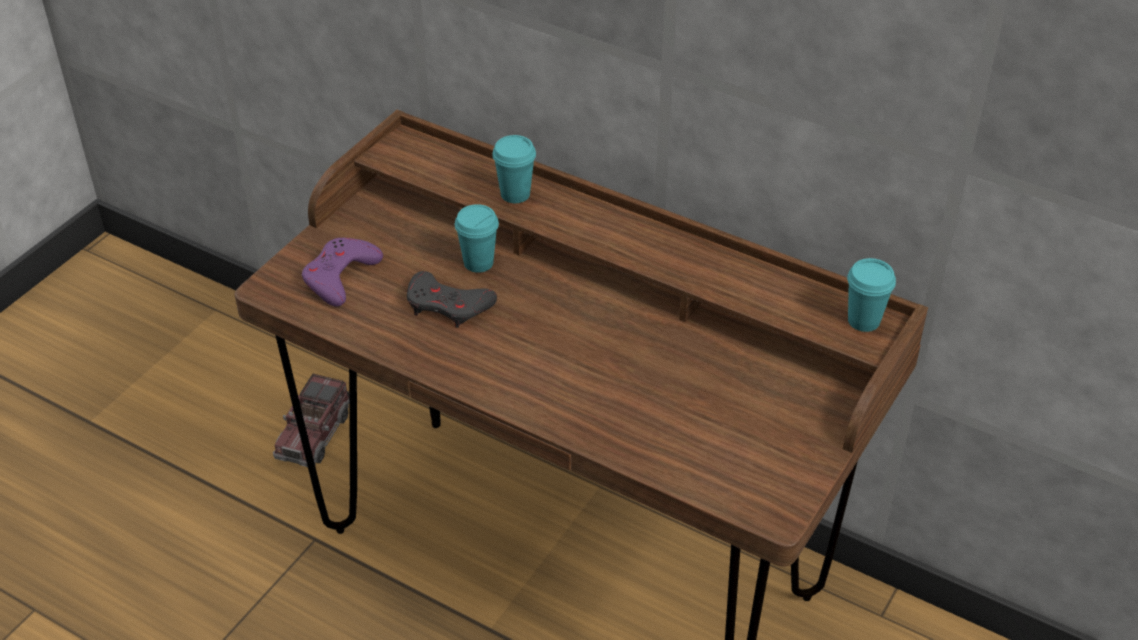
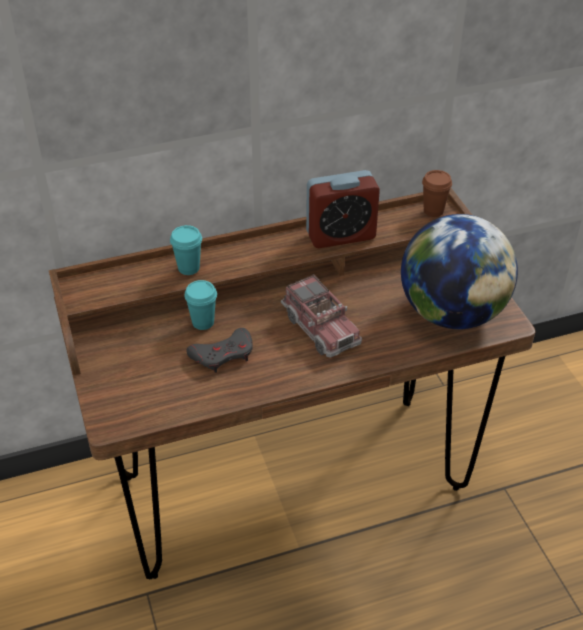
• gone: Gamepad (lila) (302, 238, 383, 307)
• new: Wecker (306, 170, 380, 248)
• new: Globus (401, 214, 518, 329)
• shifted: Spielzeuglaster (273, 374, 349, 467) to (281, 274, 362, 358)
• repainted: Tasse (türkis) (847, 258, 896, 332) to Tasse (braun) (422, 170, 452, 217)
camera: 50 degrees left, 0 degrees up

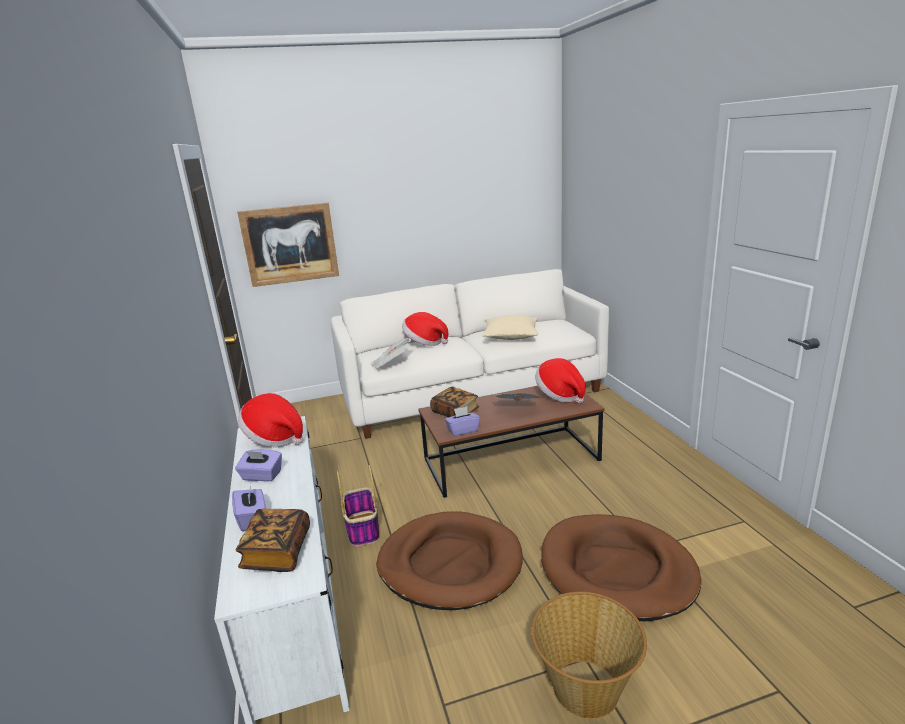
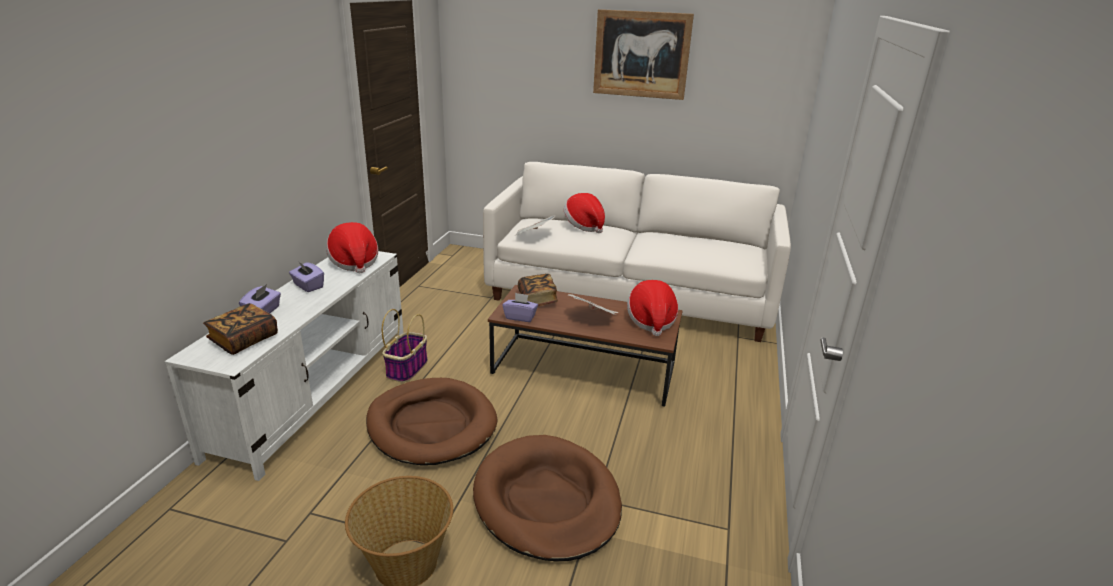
• gone: Kissen (beige) (482, 315, 538, 340)
• shifted: Bild (237, 203, 339, 287) to (593, 9, 694, 100)
camera: 30 degrees right, 5 degrees up

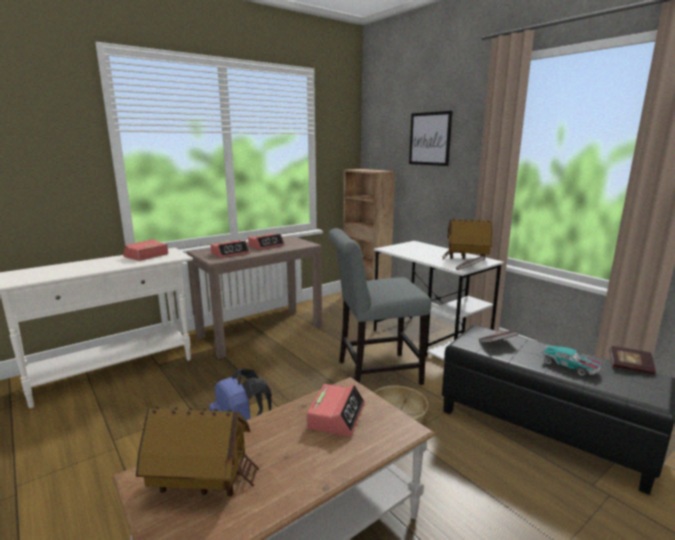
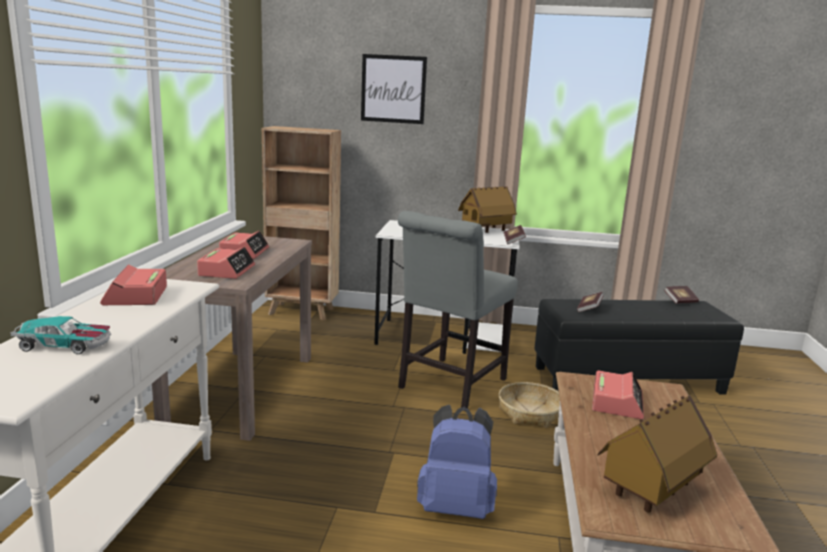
• shifted: Spielzeugauto (541, 345, 601, 376) to (10, 316, 111, 354)
• rotated: Wecker (307, 384, 365, 437) = (592, 370, 644, 419) 45 degrees clockwise
camera: 45 degrees left, 0 degrees up

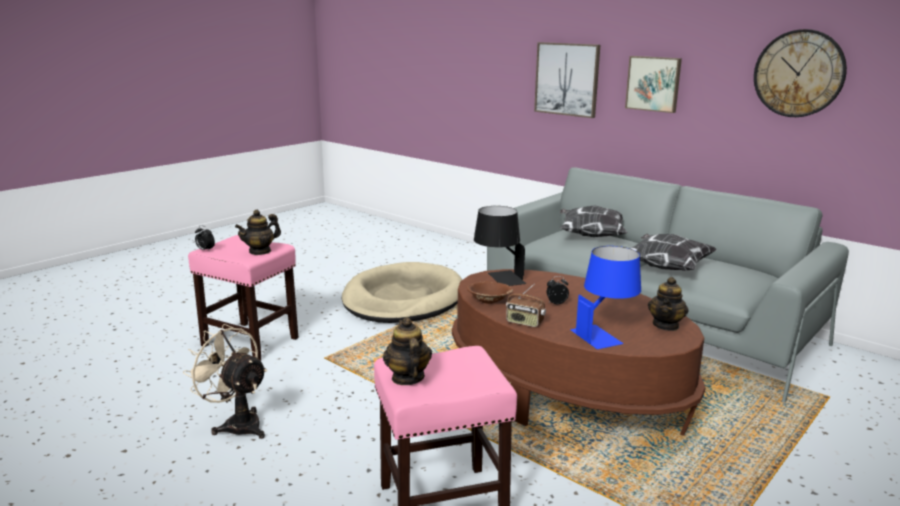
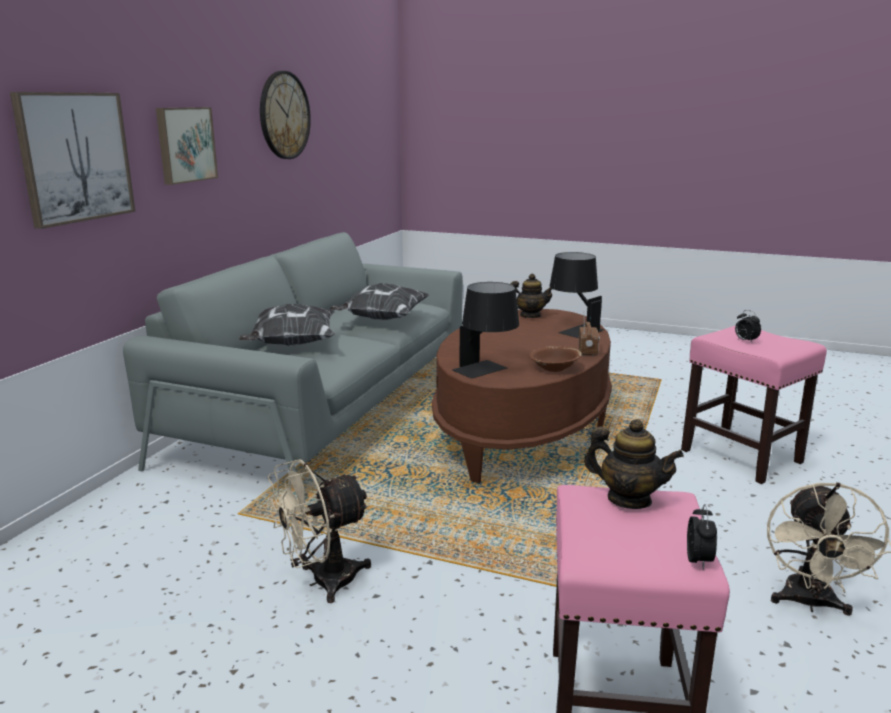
• gone: Teekanne (383, 317, 432, 385)
• shifted: Wecker (547, 276, 569, 304) to (735, 310, 761, 342)
• swapped: Hundebett (beige) (341, 262, 462, 323) to Ventilator (beige) (268, 459, 371, 603)
• repainted: Tischlampe (blau) (570, 246, 641, 349) to Tischlampe (schwarz) (550, 252, 604, 338)
camera: 110 degrees left, 0 degrees up

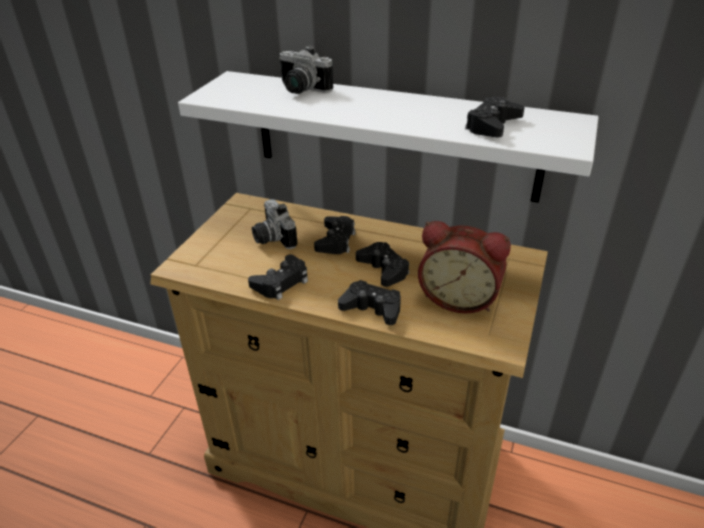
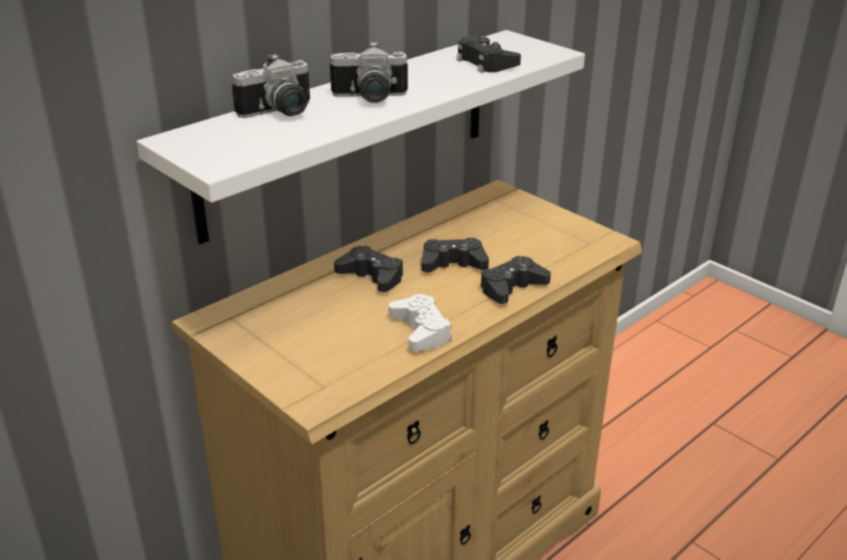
• gone: Wecker (418, 221, 511, 313)
• shifted: Kamera (252, 199, 297, 249) to (330, 41, 408, 103)
• repainted: Gamepad (schwarz) (248, 254, 308, 300) to Gamepad (weiß) (388, 294, 452, 351)
camera: 65 degrees left, 5 degrees down

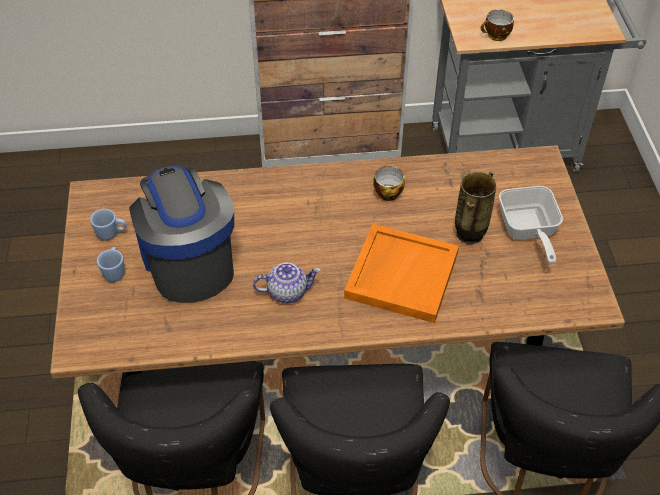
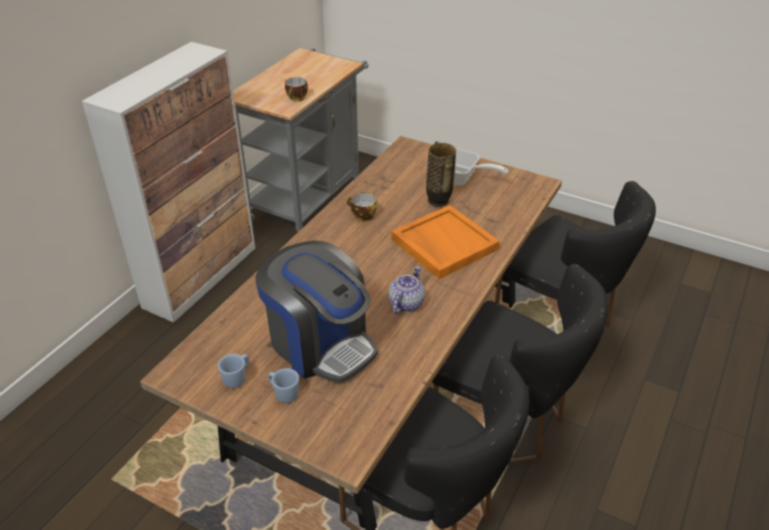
• rotated: Kaffeemaschine (129, 166, 234, 303) = (255, 240, 378, 383) 150 degrees counterclockwise
camera: 55 degrees left, 10 degrees down

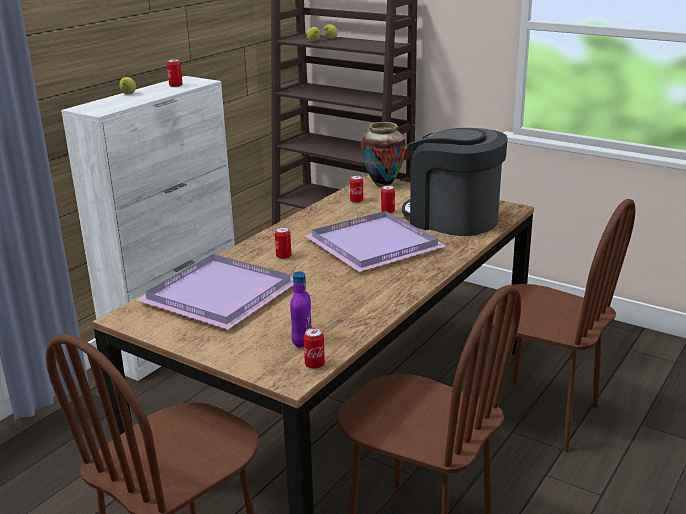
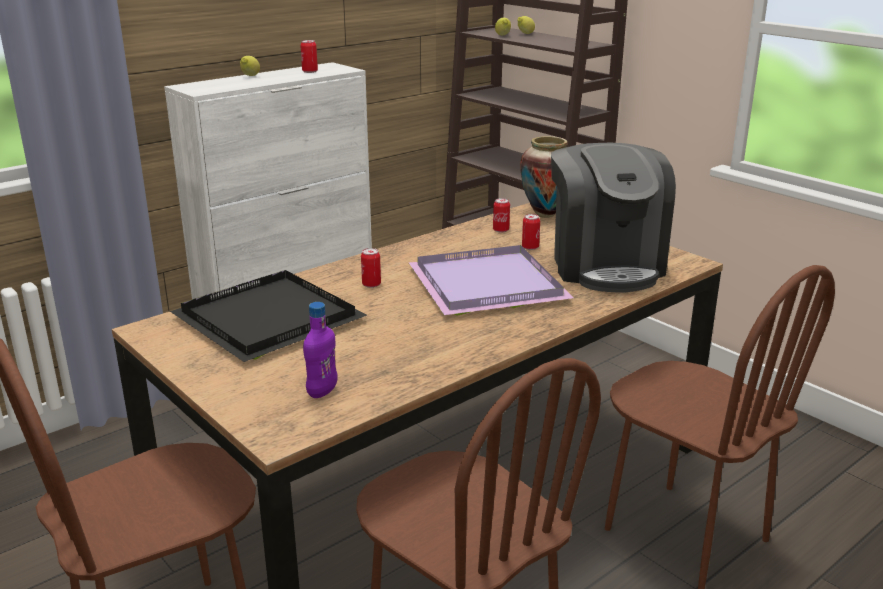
• gone: Dose (304, 328, 325, 369)
• repainted: Tablett (lila) (137, 254, 293, 329) to Tablett (schwarz) (170, 270, 367, 362)
• rotated: Kaffeemaschine (402, 128, 508, 236) = (551, 143, 676, 292) 150 degrees counterclockwise
camera: 15 degrees right, 0 degrees up

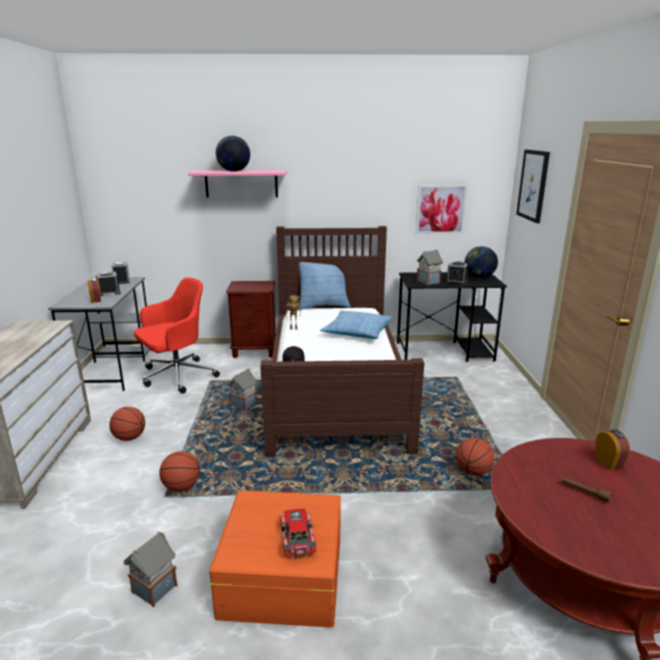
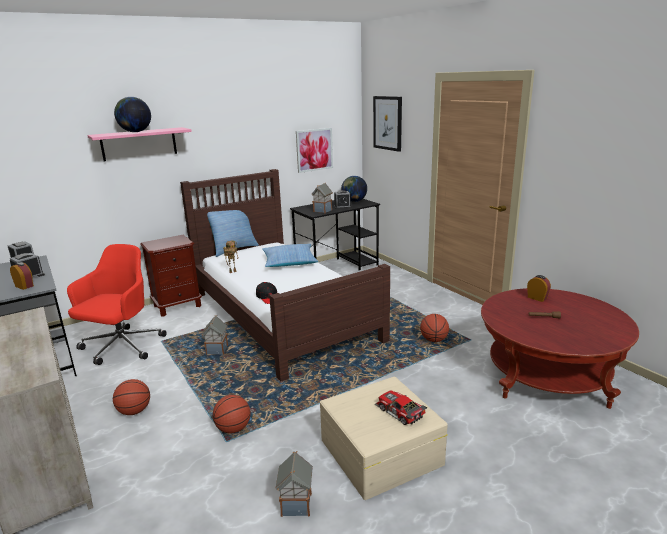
• repainted: Aufbewahrungsbox (orange) (209, 490, 341, 628) to Aufbewahrungsbox (beige) (320, 376, 448, 500)
camera: 30 degrees left, 0 degrees up

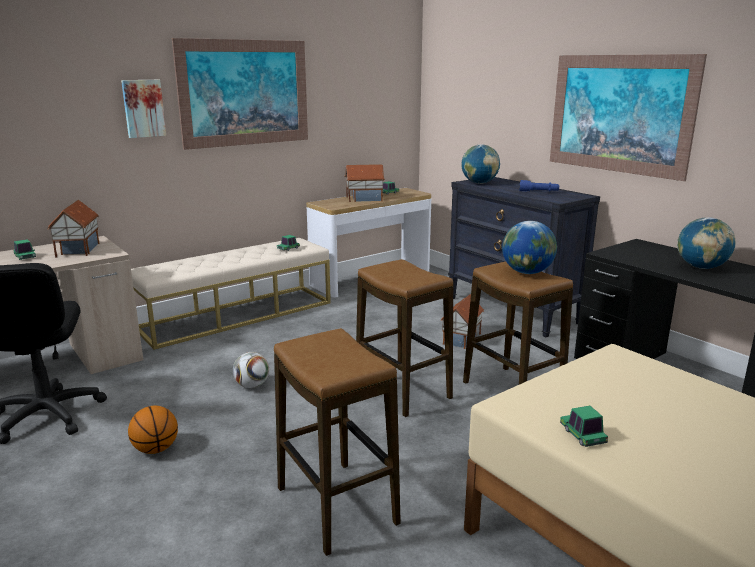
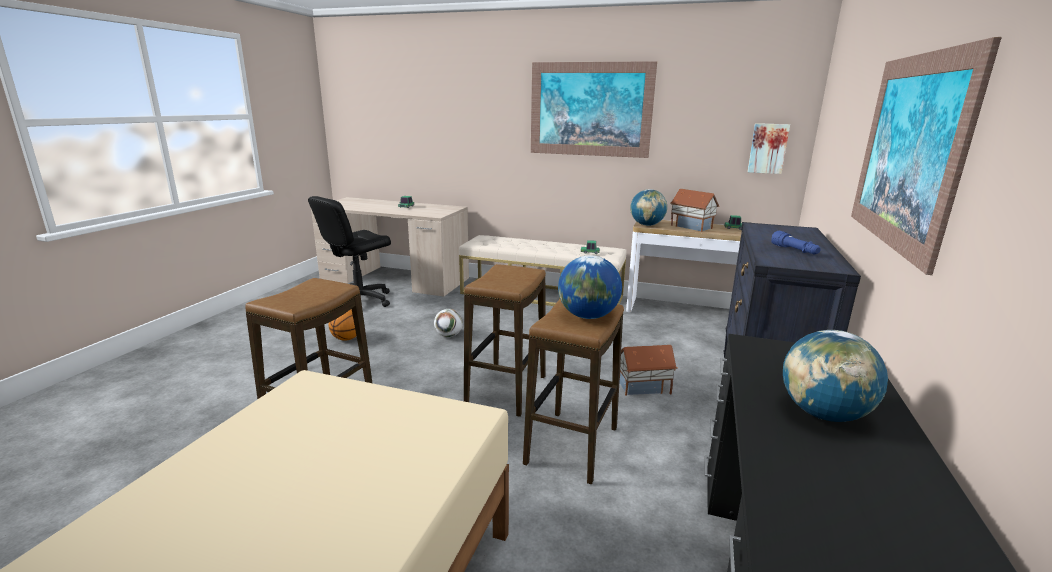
• gone: Spielzeughaus (47, 200, 100, 258)
• gone: Spielzeugauto (560, 406, 608, 447)
• shifted: Bild (121, 80, 166, 138) to (748, 123, 790, 174)
• shifted: Globus (461, 144, 500, 184) to (630, 189, 667, 226)
camera: 55 degrees right, 0 degrees up

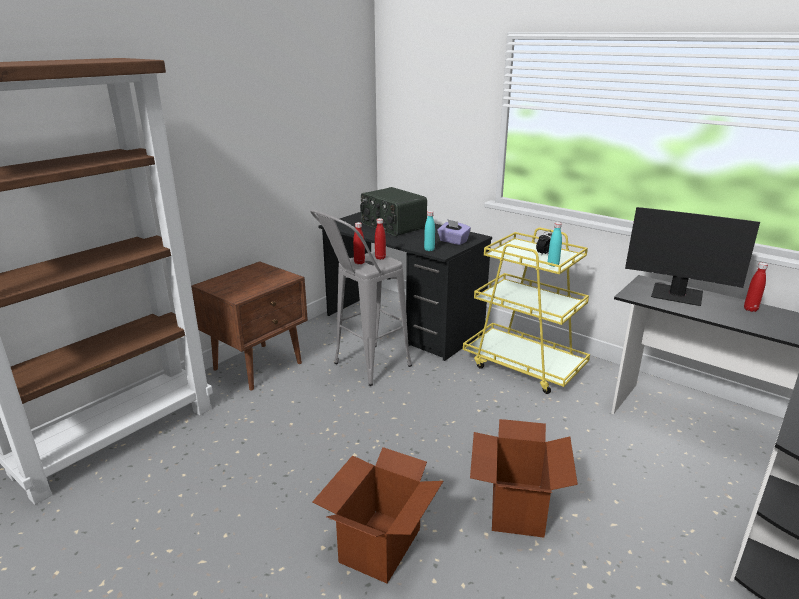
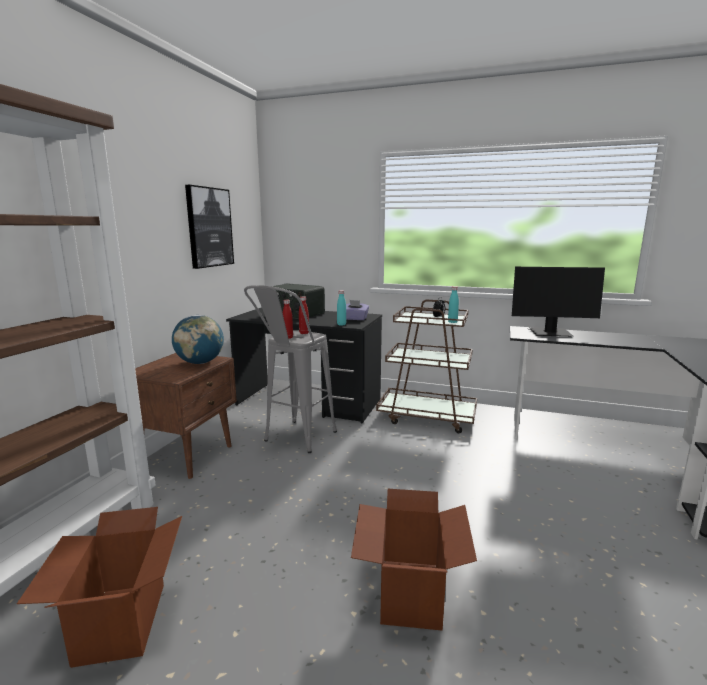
• gone: Flasche (rot) (744, 263, 768, 312)
• new: Globus (172, 315, 224, 364)
• new: Bild (185, 185, 234, 269)
• shifted: Karton (470, 419, 578, 538) to (17, 507, 182, 668)
• repainted: Rollwagen (gelb) (463, 228, 590, 394) to Rollwagen (braun) (376, 300, 477, 433)
camera: 20 degrees left, 10 degrees down

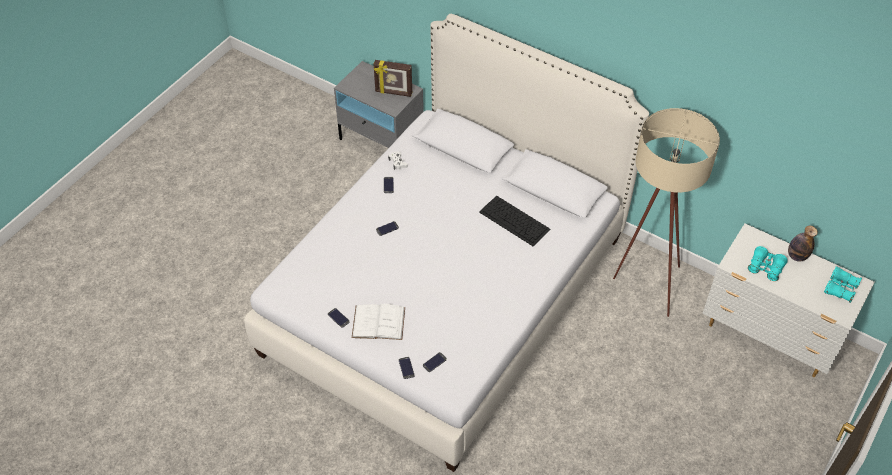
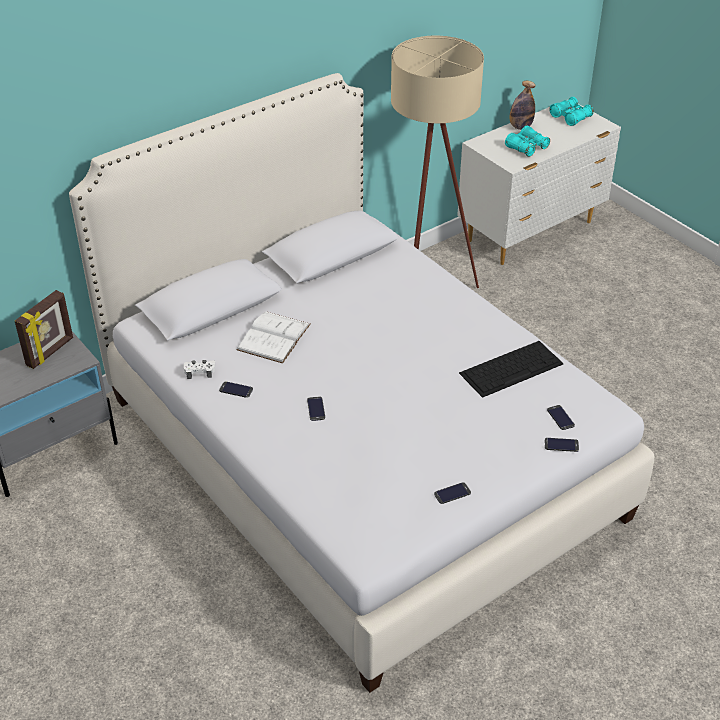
• shifted: Buch (weiß) (352, 304, 405, 340) to (237, 311, 311, 363)
• shifted: Tastatur (479, 196, 551, 246) to (459, 341, 564, 398)
camera: 70 degrees left, 10 degrees down

